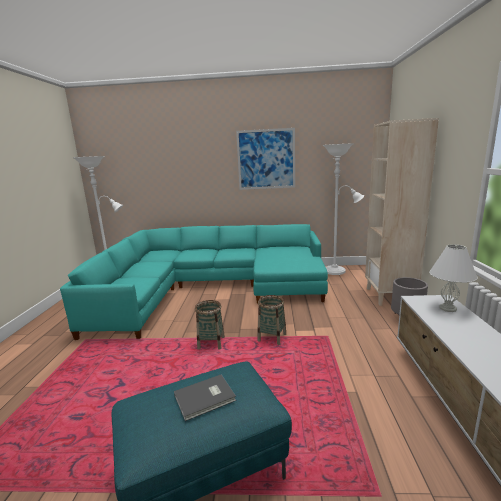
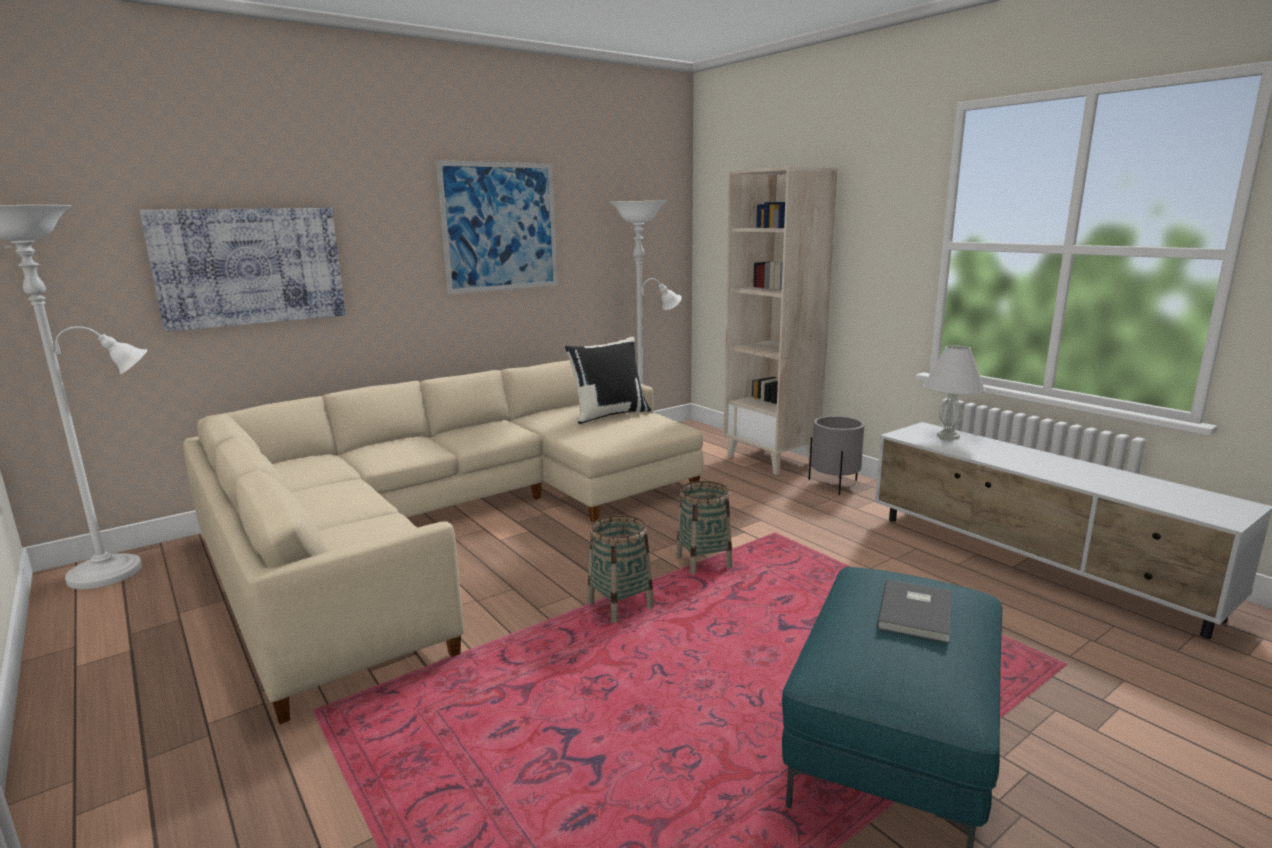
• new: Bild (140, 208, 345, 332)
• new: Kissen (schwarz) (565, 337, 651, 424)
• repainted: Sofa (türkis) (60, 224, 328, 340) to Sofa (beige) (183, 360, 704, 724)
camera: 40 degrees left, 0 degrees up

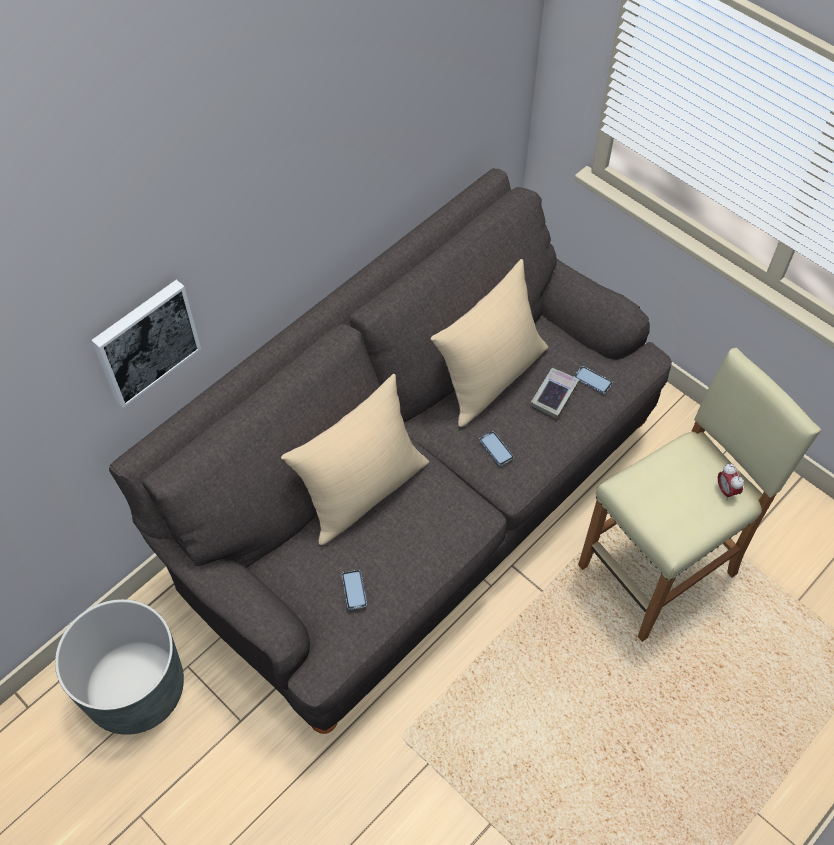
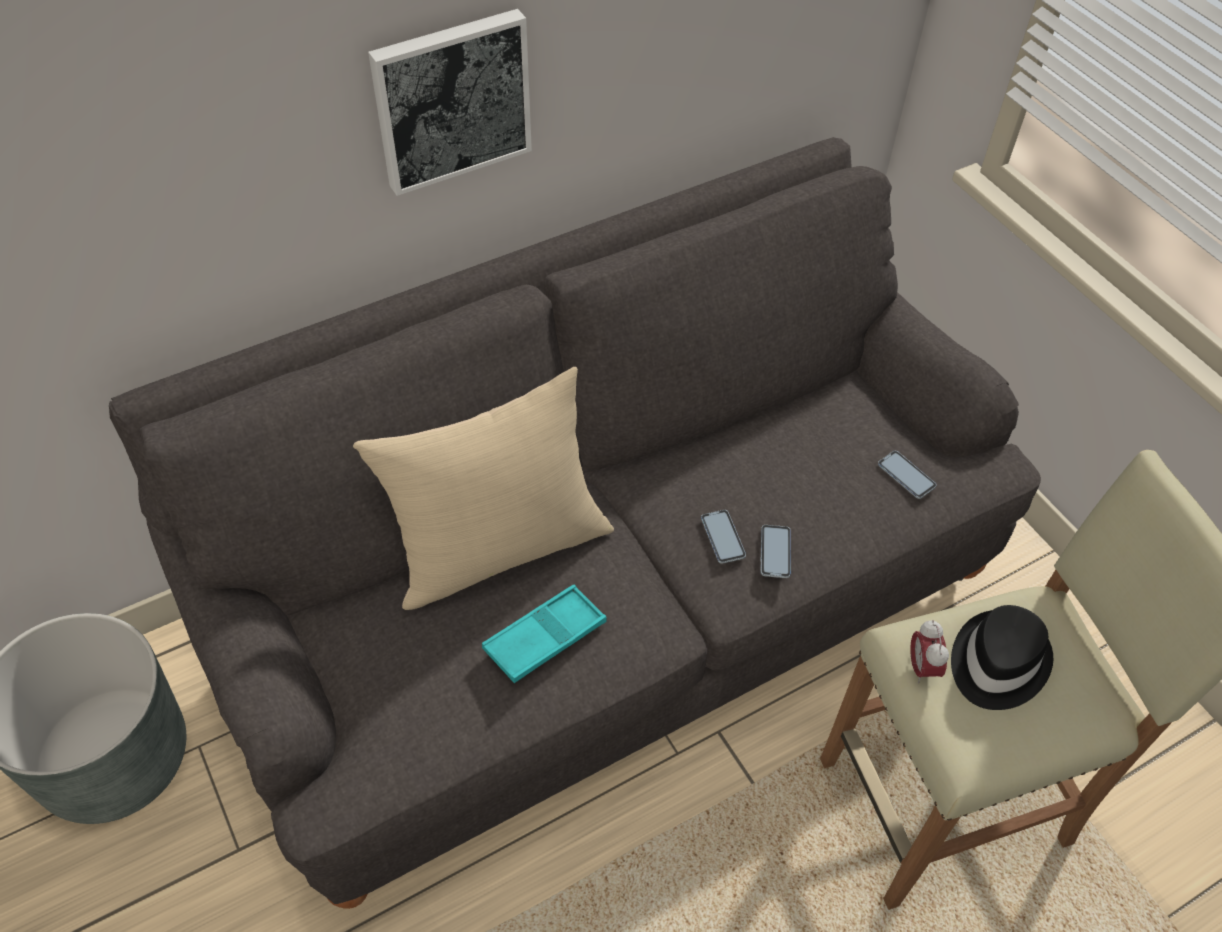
• gone: Kissen (beige) (431, 259, 548, 427)
• gone: Buch (530, 368, 579, 419)
• new: Tablett (türkis) (482, 585, 607, 683)
• new: Hut (schwarz) (951, 605, 1053, 710)
• shifted: Bild (91, 280, 201, 408) to (368, 9, 532, 196)
• shifted: Handy (342, 570, 367, 610) to (761, 525, 791, 578)
• shifted: Wecker (718, 464, 744, 500) to (910, 620, 949, 683)
camera: 15 degrees right, 5 degrees down

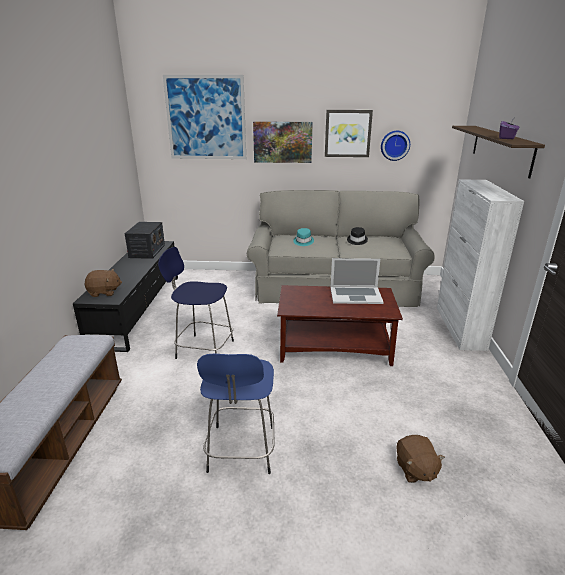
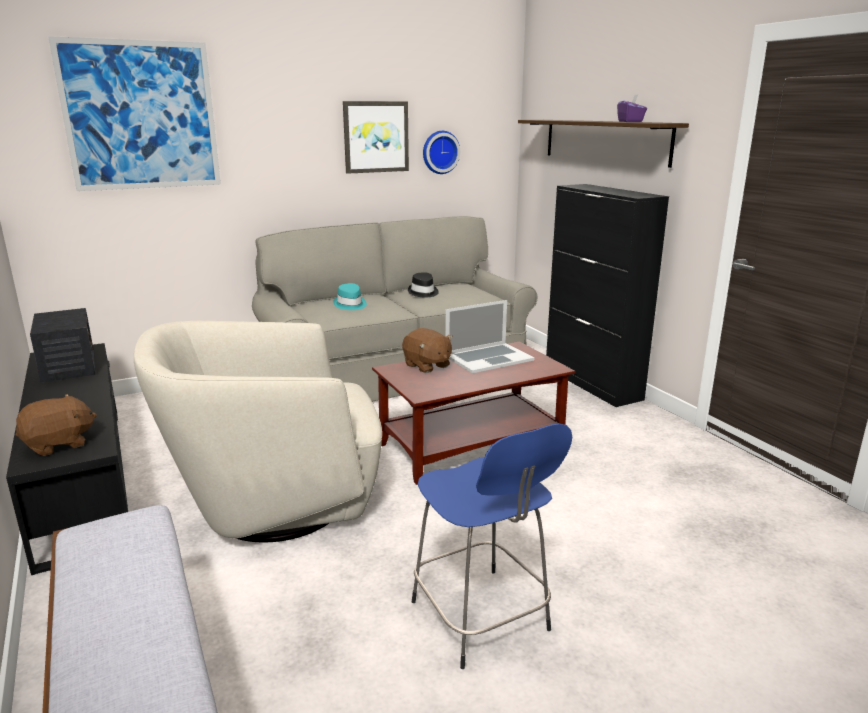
• gone: Bild (253, 122, 313, 163)
• shifted: Plüschtier (braun) (396, 435, 445, 483) to (402, 328, 453, 373)
• swapped: Hocker (blau) (158, 247, 234, 359) to Sessel (beige) (134, 321, 382, 542)
• repainted: Schrank (weiß) (437, 179, 524, 351) to Schrank (schwarz) (546, 184, 669, 407)
camera: 30 degrees left, 5 degrees down

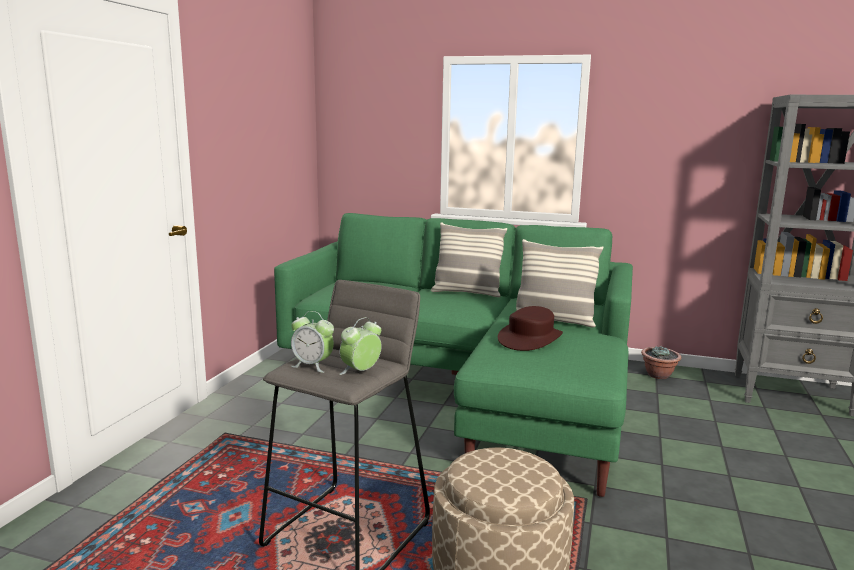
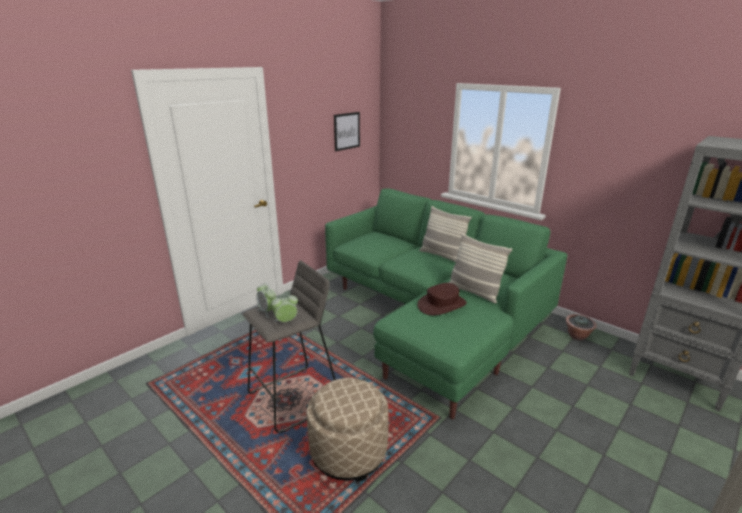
• new: Bild (334, 112, 360, 151)
camera: 25 degrees right, 10 degrees up

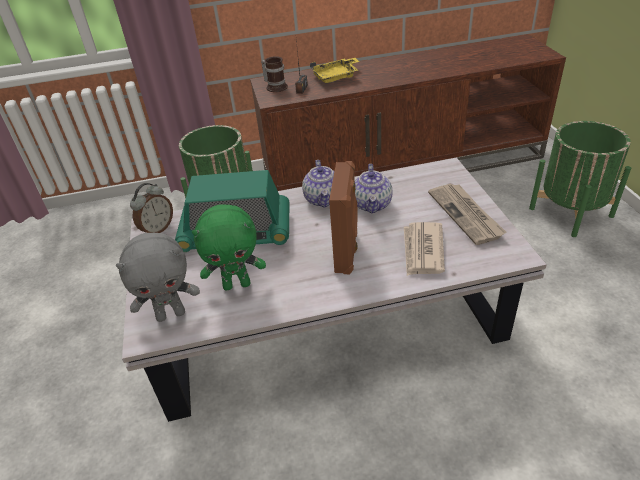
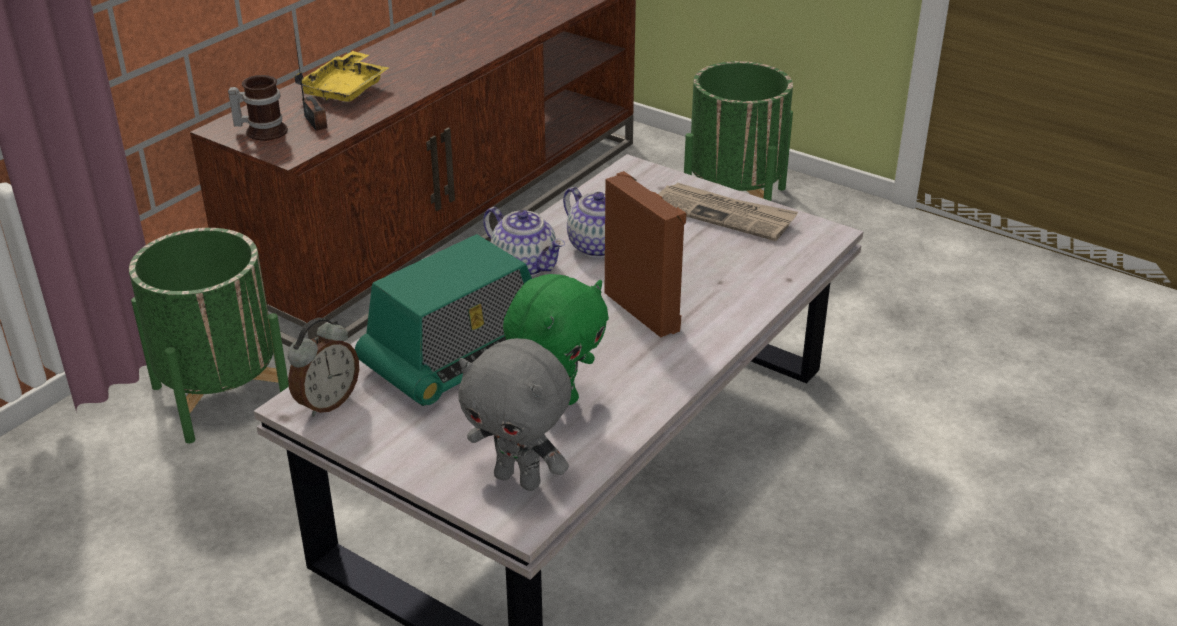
• gone: Zeitung (404, 222, 445, 276)
• rotated: Plüschtier (grau) (116, 233, 200, 322) = (458, 338, 571, 491) 90 degrees clockwise
• rotated: Wecker (130, 183, 173, 233) = (287, 318, 359, 417) 45 degrees clockwise
camera: 45 degrees left, 5 degrees down

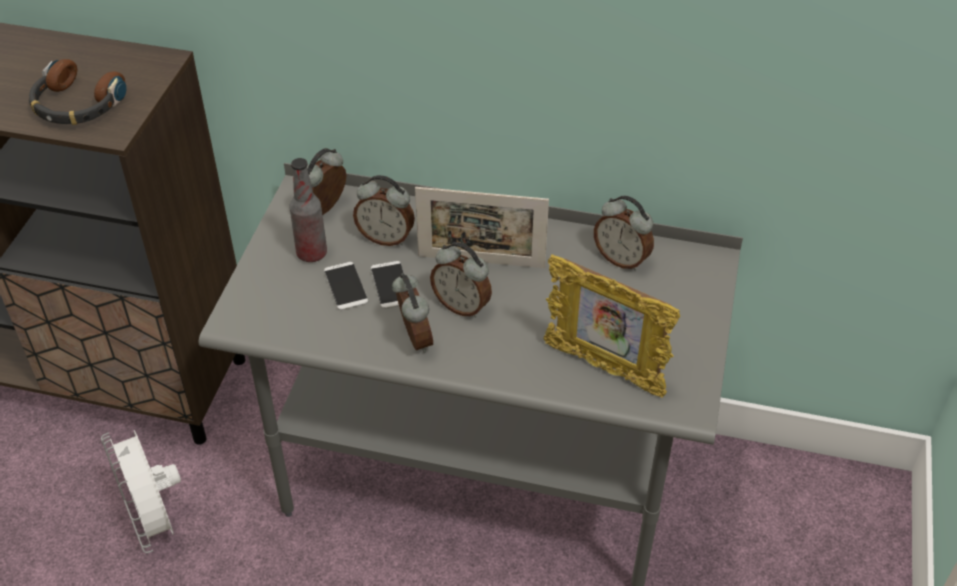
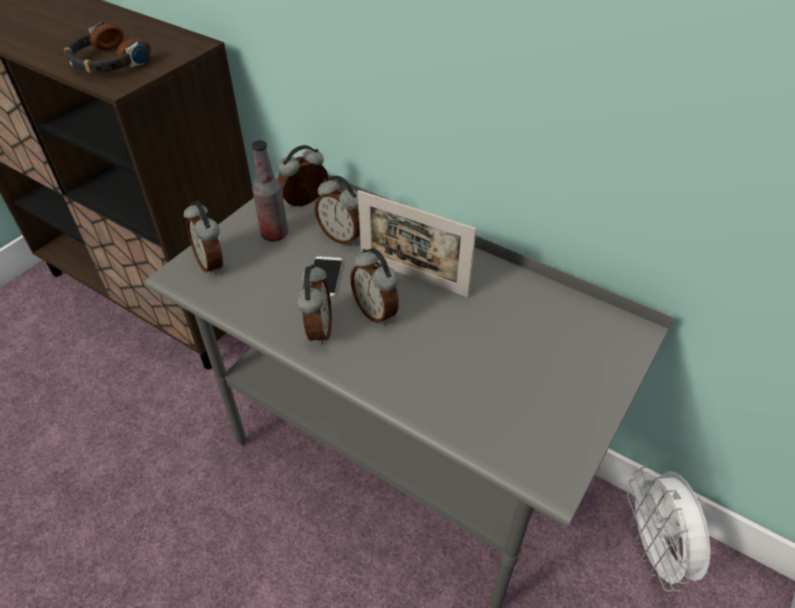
• gone: Handy (324, 262, 368, 310)
• gone: Bilderrahmen (543, 254, 680, 398)
• shifted: Ventilator (weiß) (101, 430, 181, 553) to (627, 466, 710, 592)
• shifted: Wecker (594, 196, 654, 271) to (184, 201, 223, 276)
camera: 20 degrees right, 0 degrees up

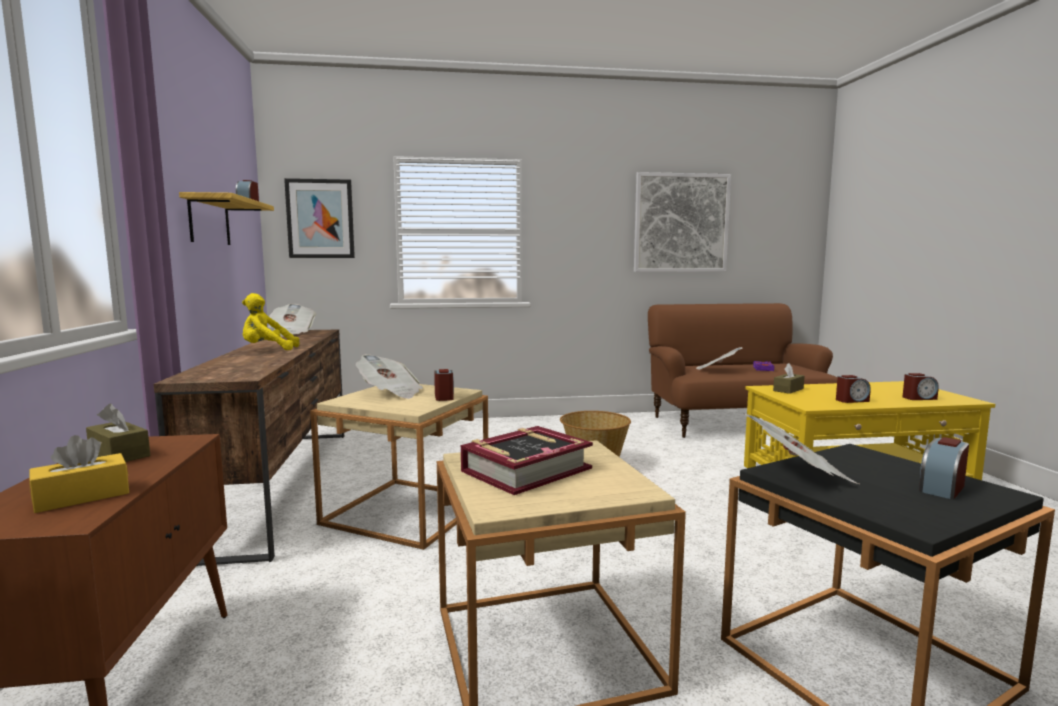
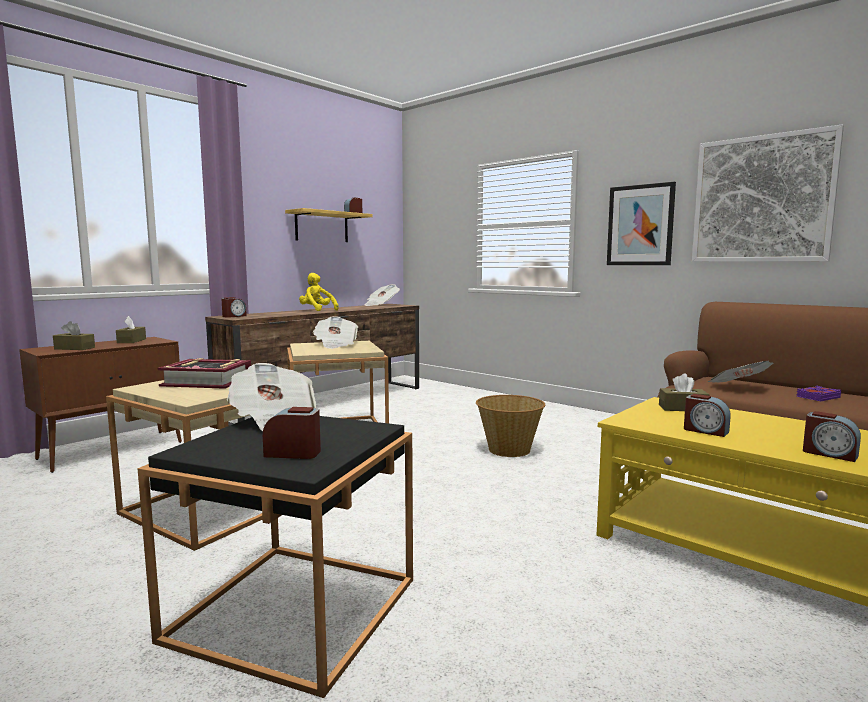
• shifted: Bild (284, 178, 355, 258) to (607, 182, 676, 265)
• shifted: Wecker (434, 369, 454, 401) to (221, 297, 247, 318)
• repainted: Taschentuchbox (gelb) (29, 435, 129, 513) to Taschentuchbox (braun) (53, 321, 95, 350)
camera: 50 degrees right, 0 degrees up

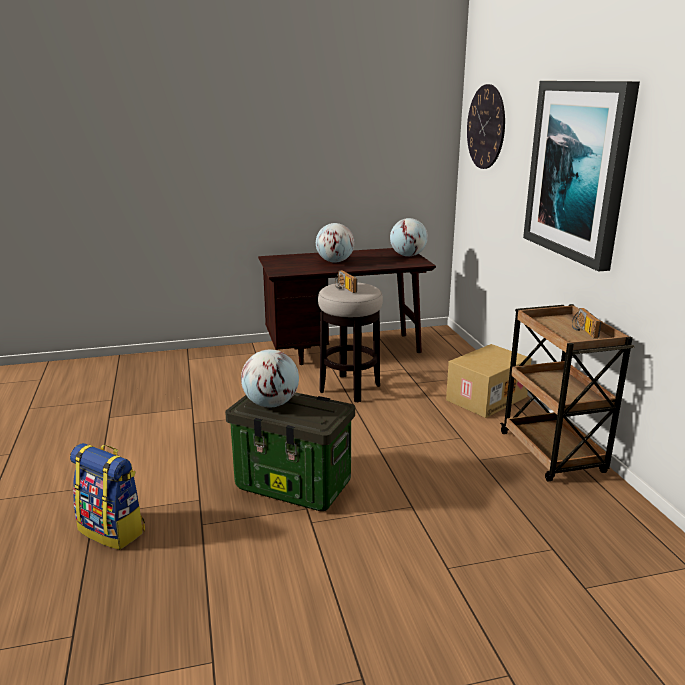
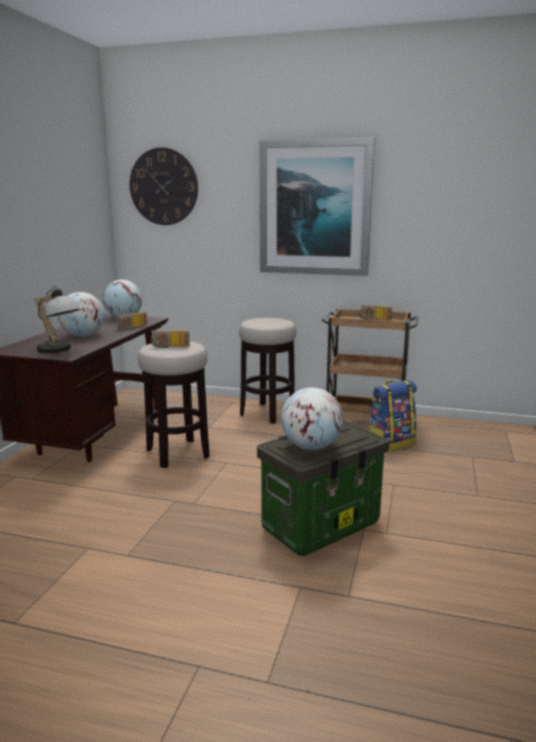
• new: Tischlampe (35, 286, 80, 353)
• new: Radio (116, 312, 147, 330)
• shifted: Rucksack (70, 443, 145, 550) to (369, 380, 417, 452)
• swapped: Karton (446, 344, 532, 418) to Hocker (239, 318, 296, 424)
camera: 60 degrees left, 5 degrees down

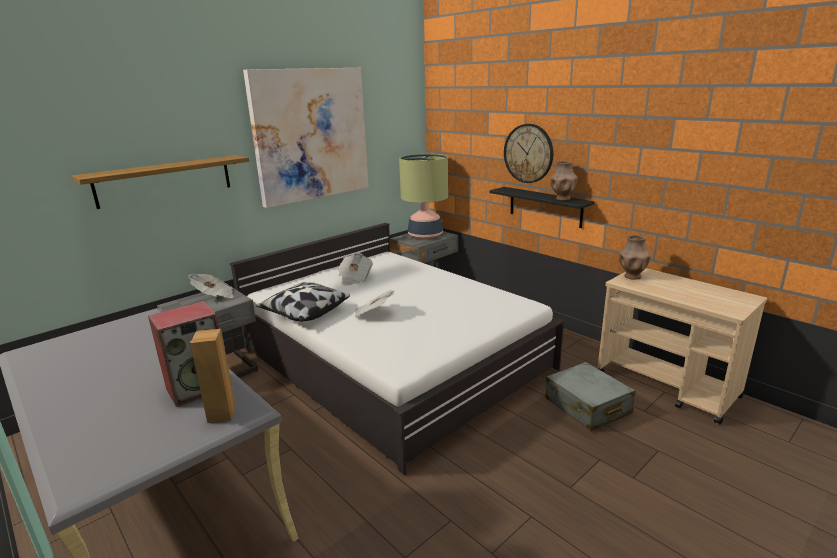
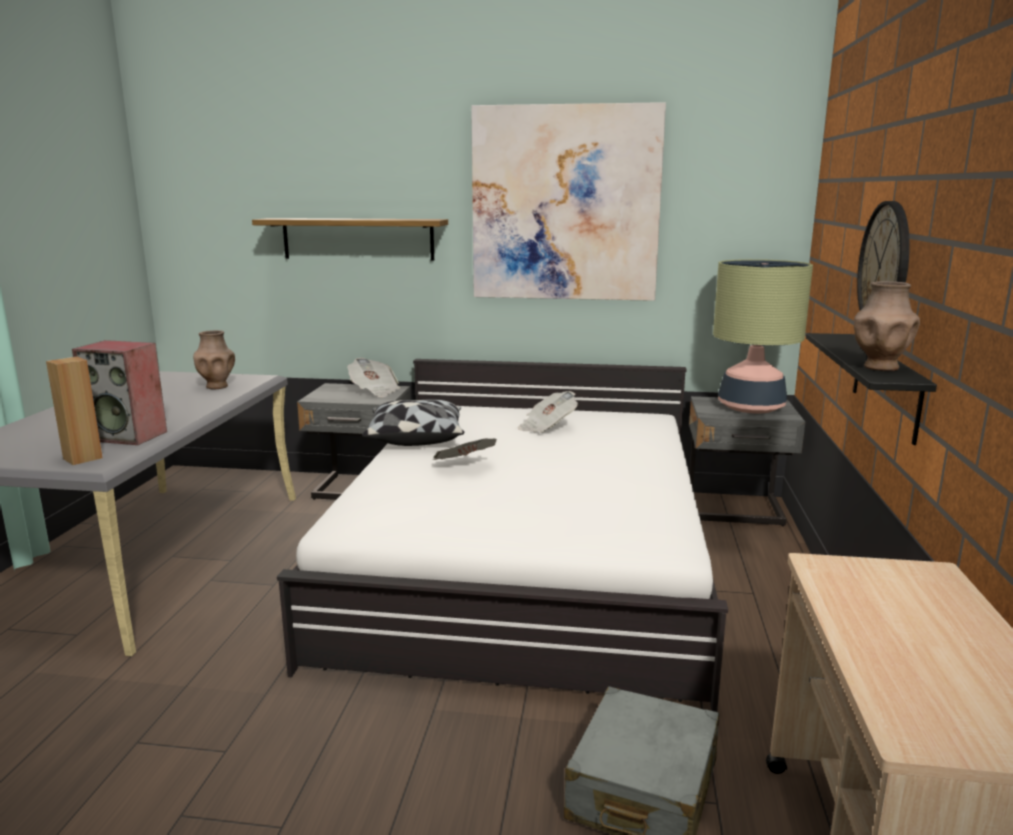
• shifted: Vase (braun) (619, 235, 651, 280) to (193, 330, 235, 389)
camera: 50 degrees right, 5 degrees down

